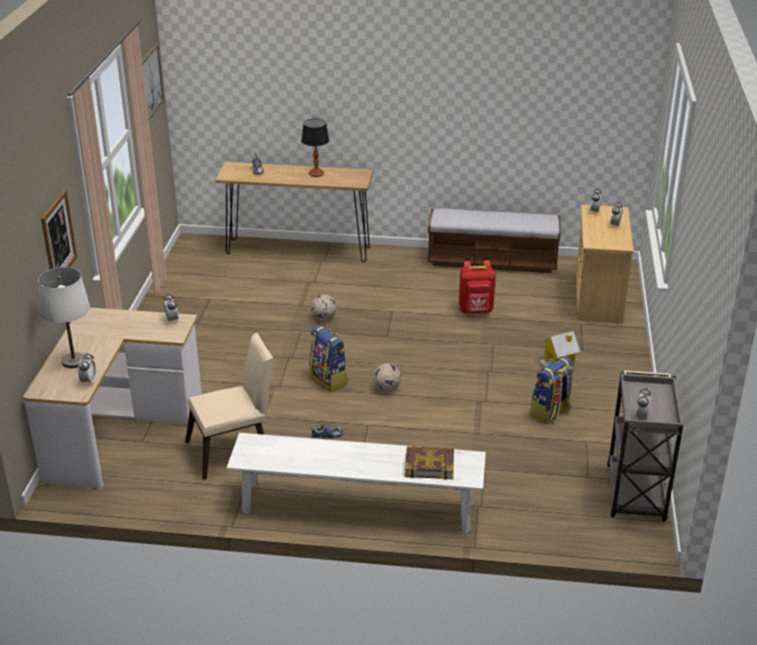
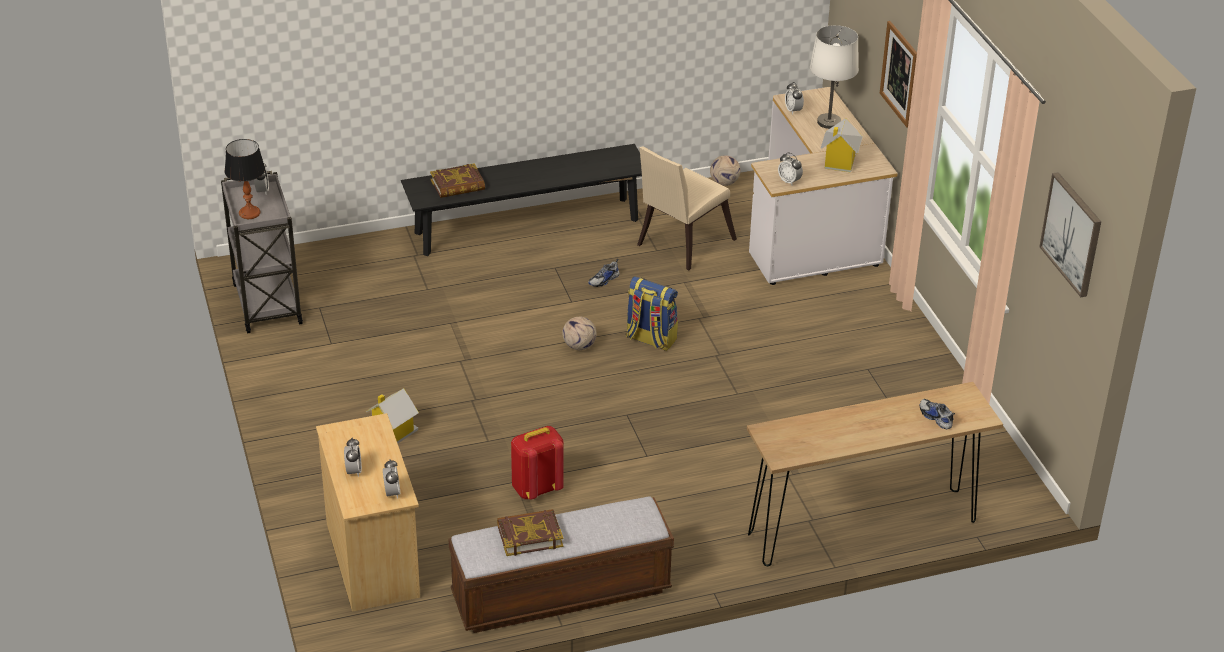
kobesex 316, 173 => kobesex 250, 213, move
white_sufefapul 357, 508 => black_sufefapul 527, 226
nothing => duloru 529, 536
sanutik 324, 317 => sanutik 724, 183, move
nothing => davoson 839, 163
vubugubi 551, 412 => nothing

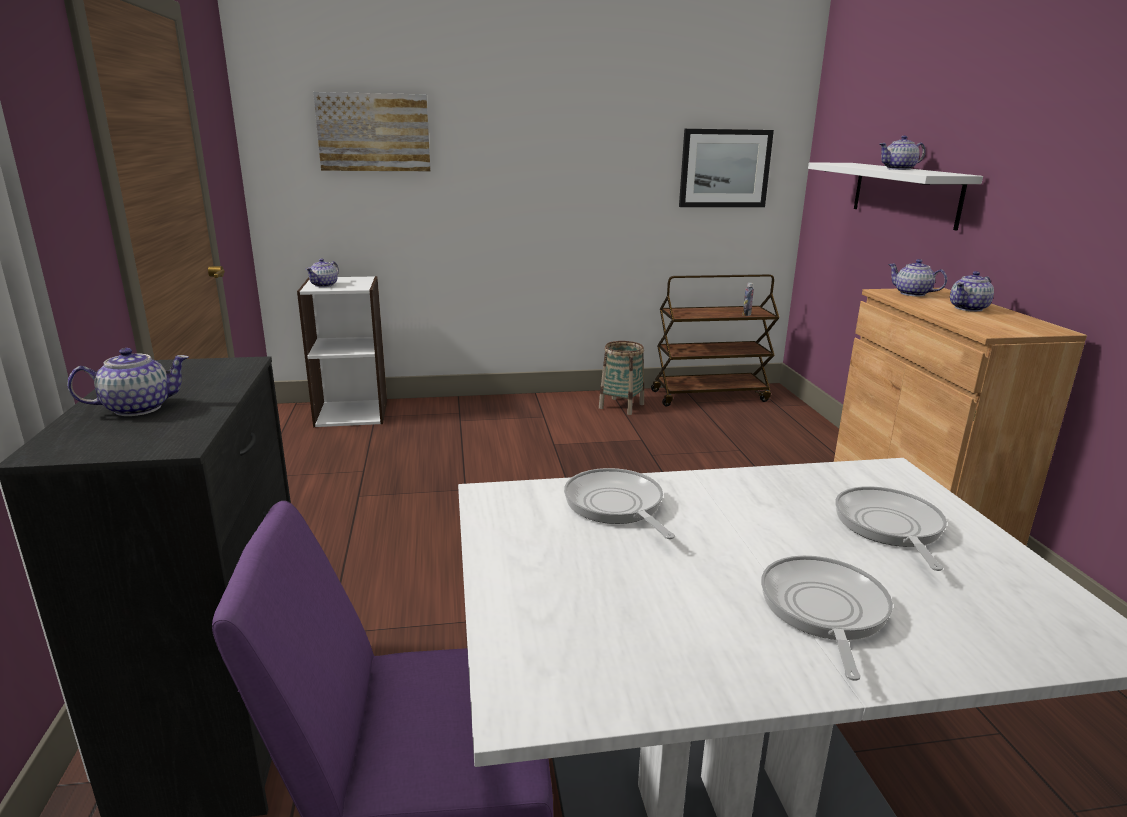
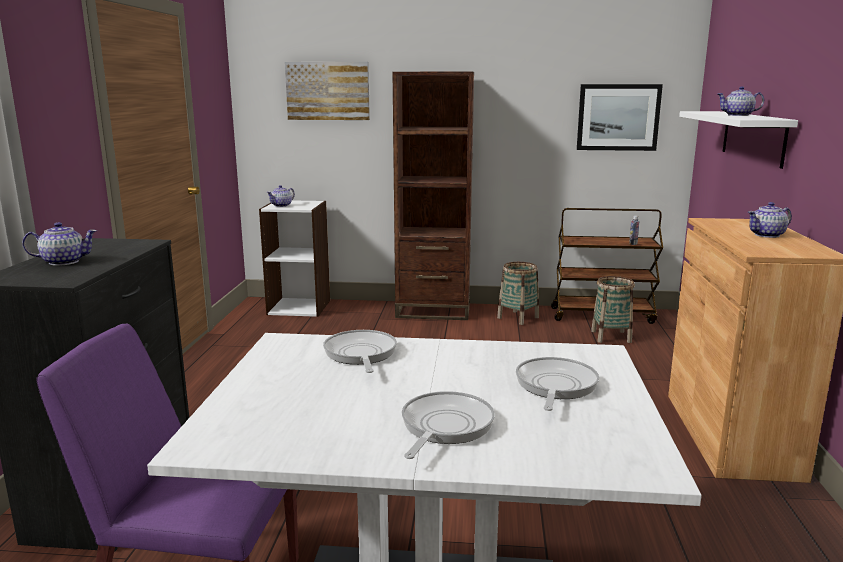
nothing => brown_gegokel 433, 311
nothing => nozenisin 610, 336
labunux 912, 294 => nothing

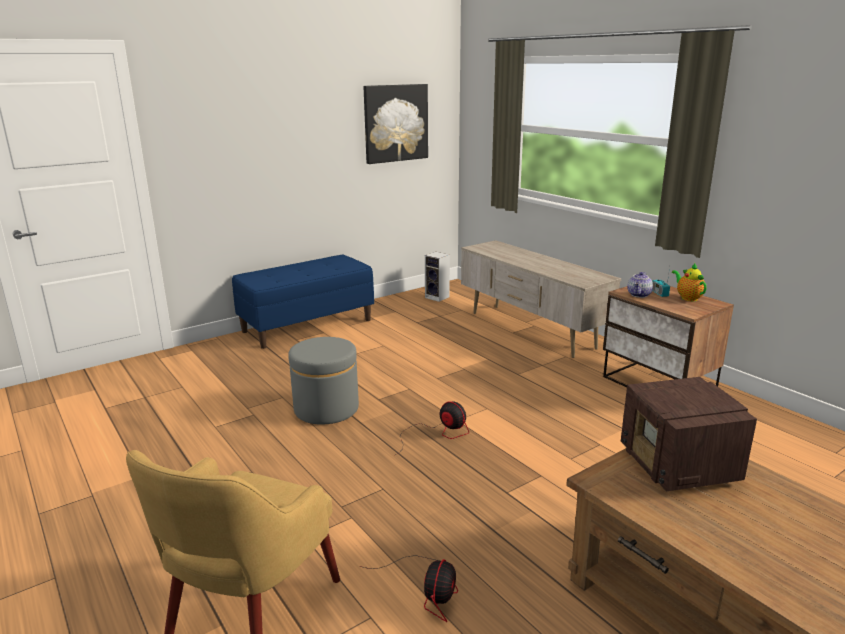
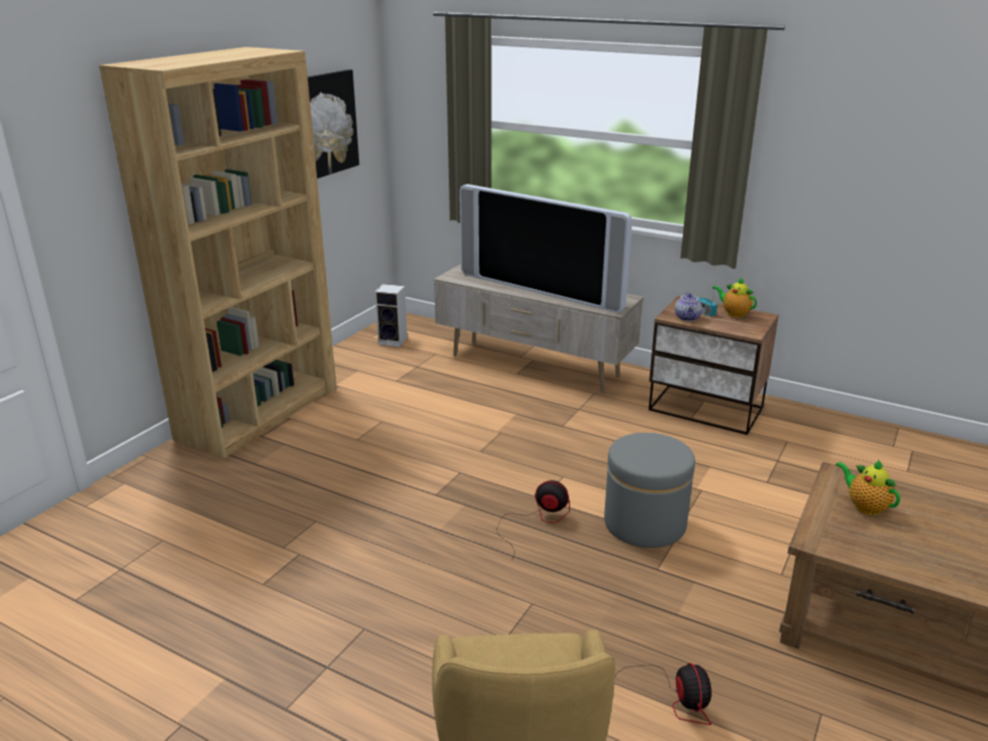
blue_sufefapul 307, 325 => brown_gegokel 259, 412
nothing => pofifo 541, 289
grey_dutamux 326, 409 => grey_dutamux 644, 523, move
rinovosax 678, 466 => labunux 864, 506

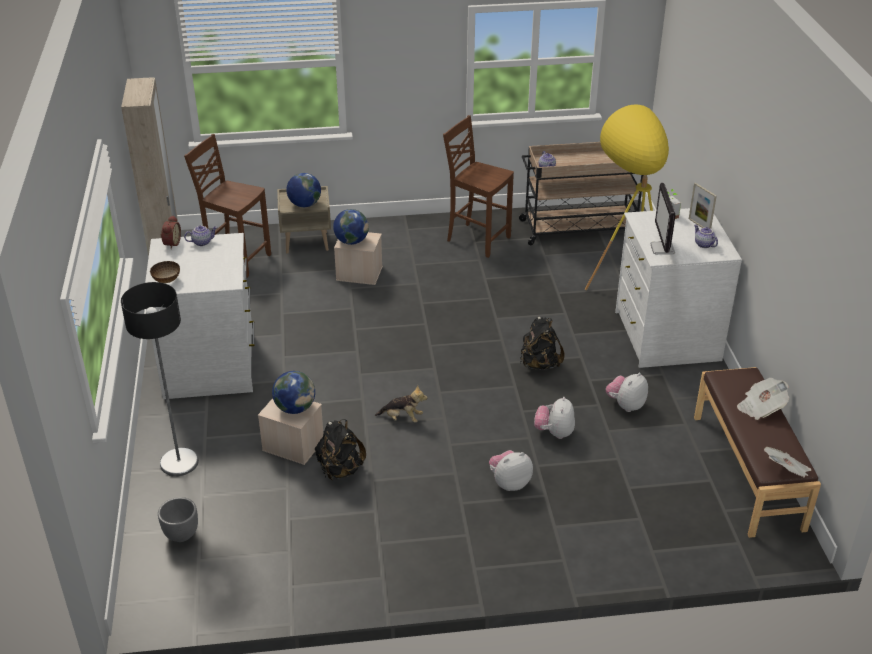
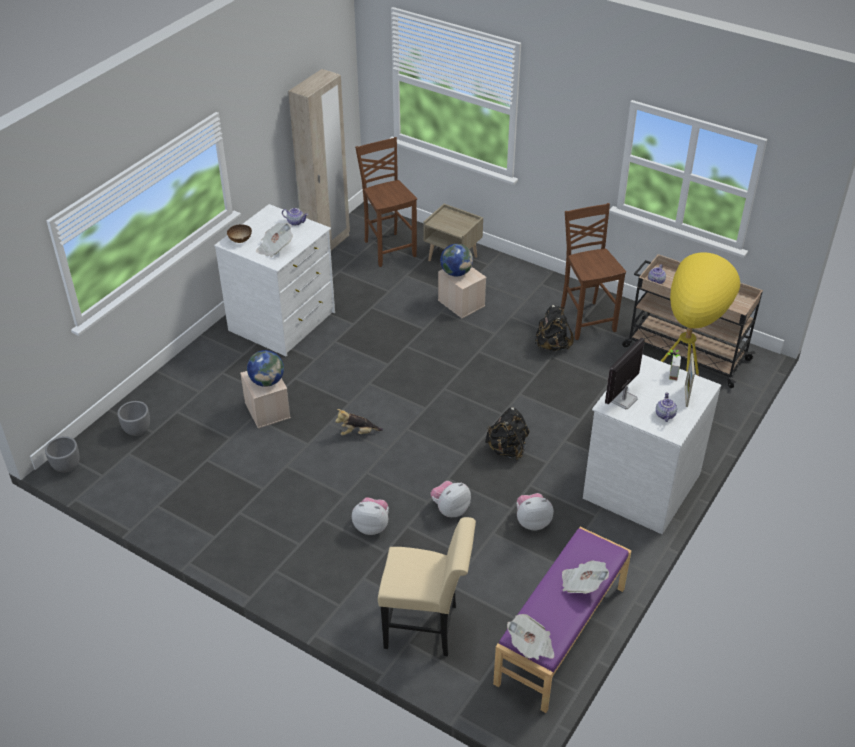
nothing => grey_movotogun 66, 467
nothing => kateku 275, 248
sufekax 402, 418 => sufekax 358, 433, 120 degrees clockwise
nothing => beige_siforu 427, 627
brown_sufefapul 748, 471 => purple_sufefapul 562, 635
black_vubugubi 340, 470 => black_vubugubi 552, 345, move
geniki 179, 462 => nothing
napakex 171, 243 => nothing
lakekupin 304, 204 => nothing

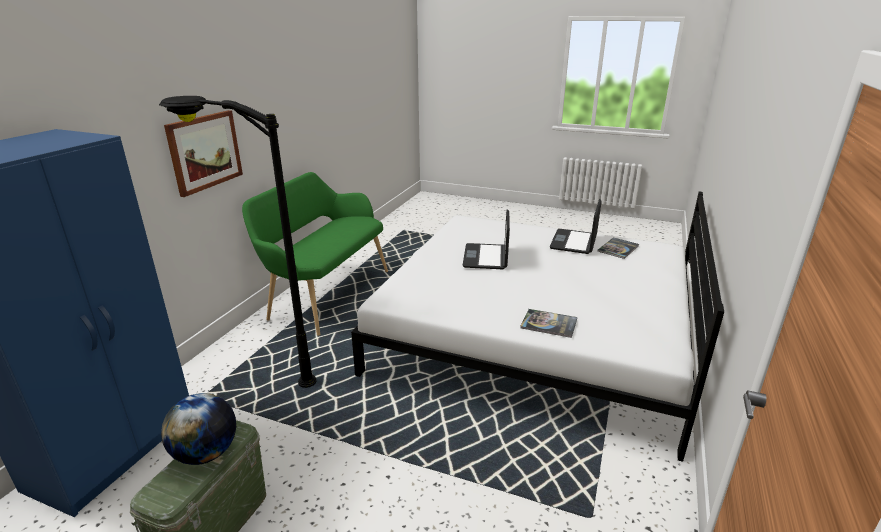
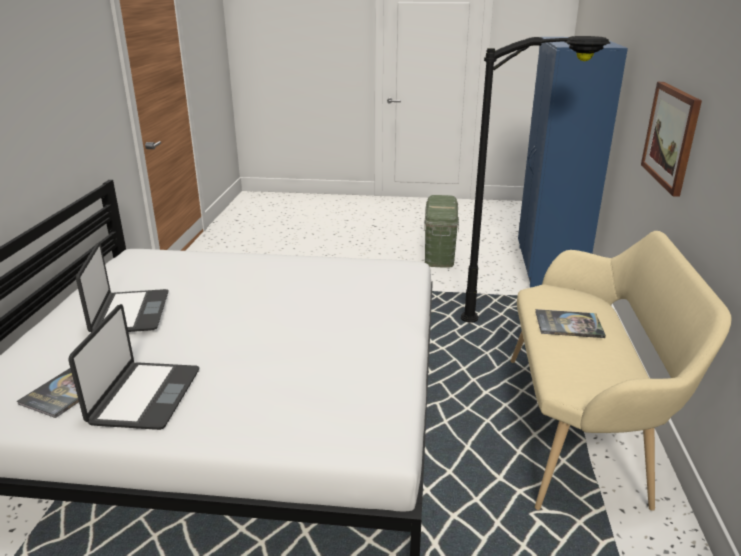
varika 486, 257 => varika 129, 313, move
green_sufefapul 325, 294 => beige_sufefapul 582, 428
duloru 549, 324 => duloru 568, 324, move
lakekupin 206, 453 => nothing

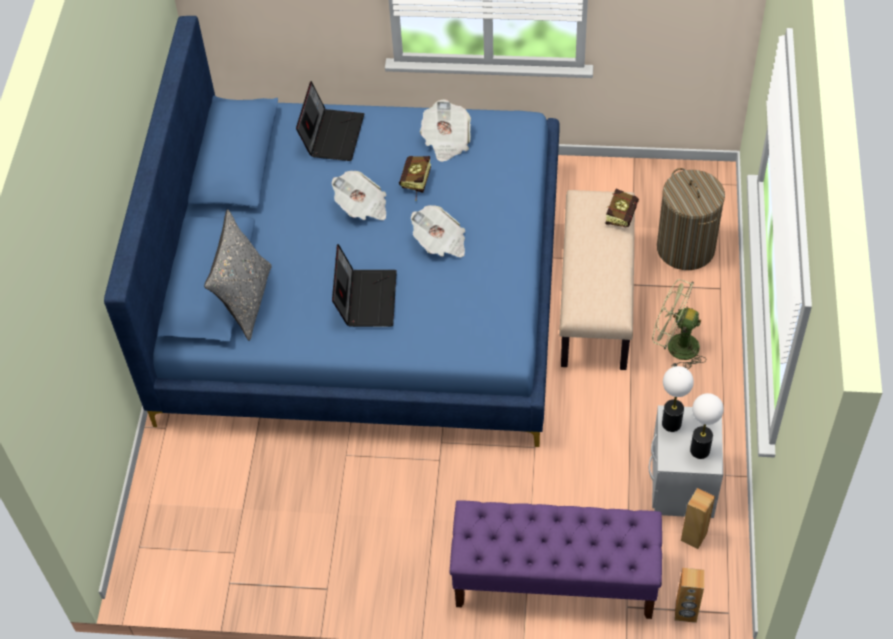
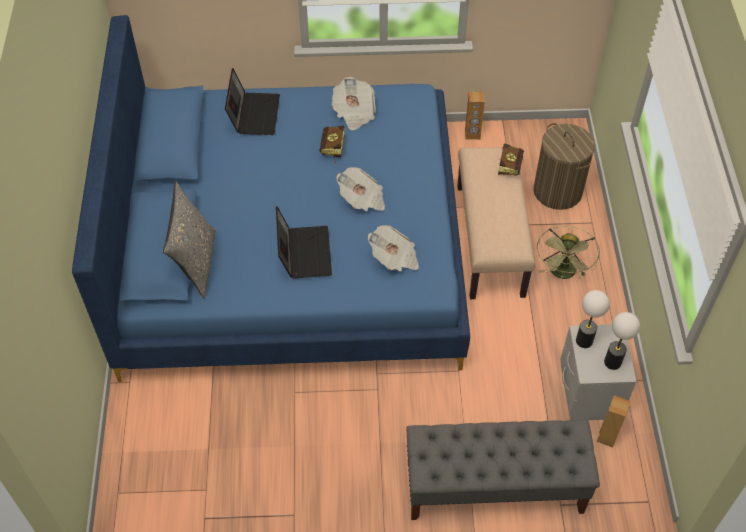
kateku 362, 207 => kateku 394, 258, move
purple_sufefapul 554, 580 => grey_sufefapul 493, 487
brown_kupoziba 685, 612 => brown_kupoziba 472, 134, move
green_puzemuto 675, 346 => green_puzemuto 563, 274, 90 degrees counterclockwise

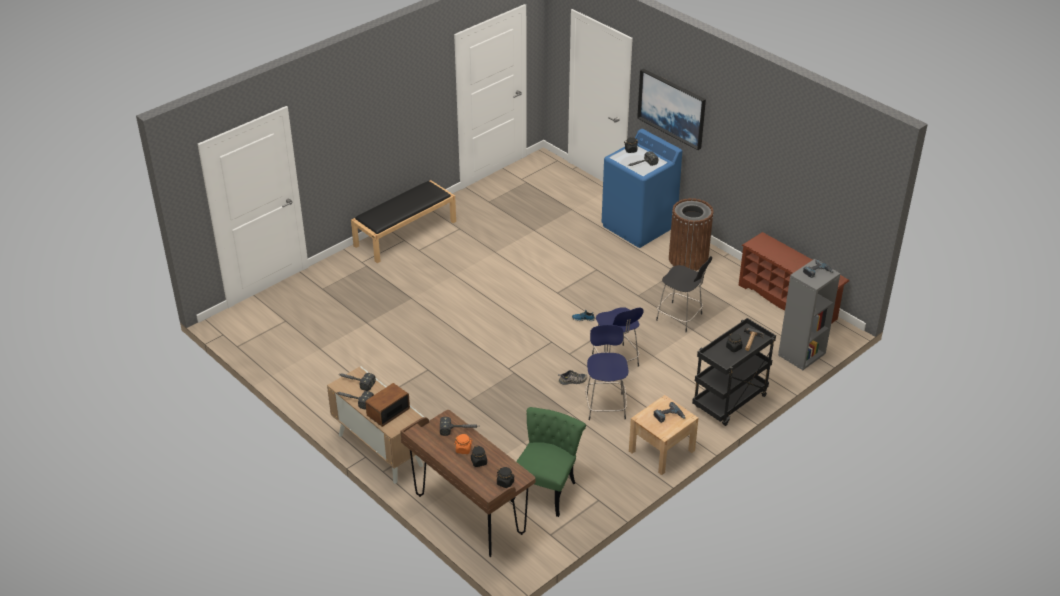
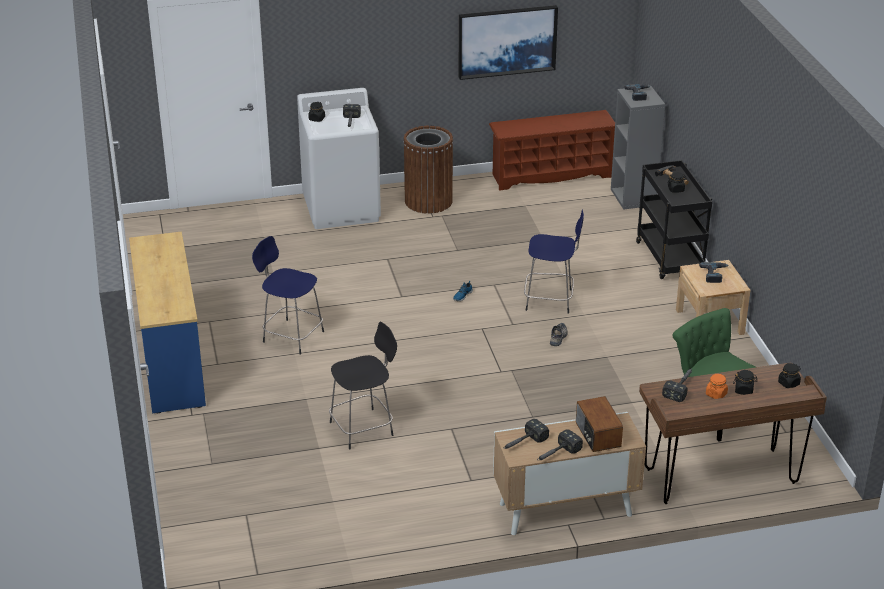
black_sufefapul 405, 233 => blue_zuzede 171, 363
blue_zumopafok 605, 405 => blue_zumopafok 291, 336, move
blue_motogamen 639, 226 => white_motogamen 342, 208
black_zumopafok 680, 318 => black_zumopafok 363, 428, move
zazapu 672, 108 => zazapu 507, 41, move

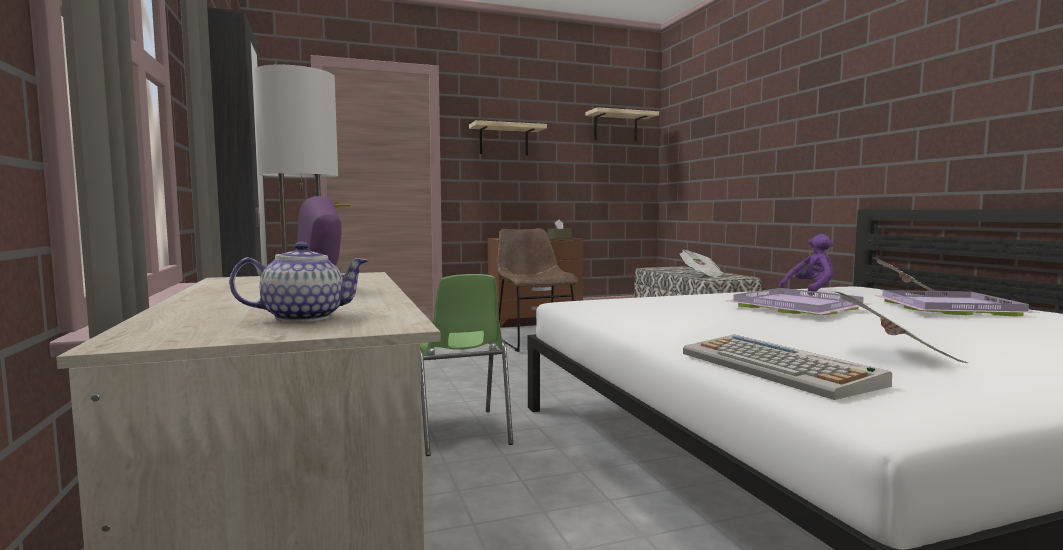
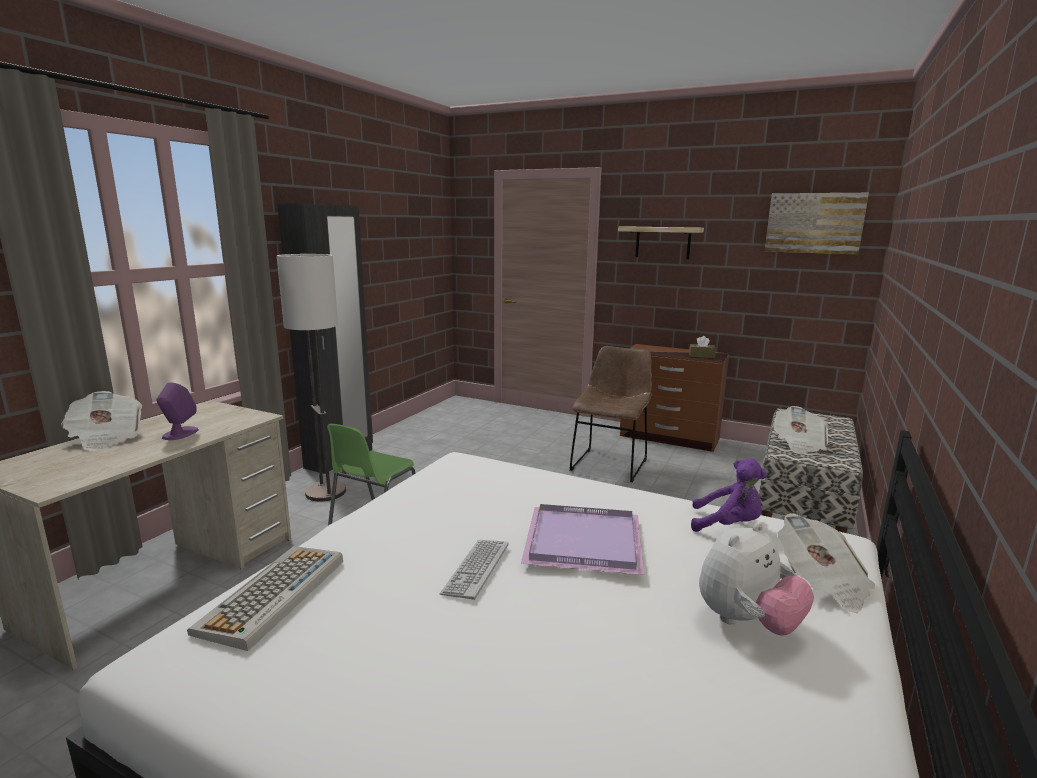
kateku 896, 356 => kateku 106, 438, move
nothing => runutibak 476, 569
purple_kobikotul 945, 307 => sufekax 747, 622
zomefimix 615, 127 => zazapu 814, 223
labunux 304, 317 => nothing

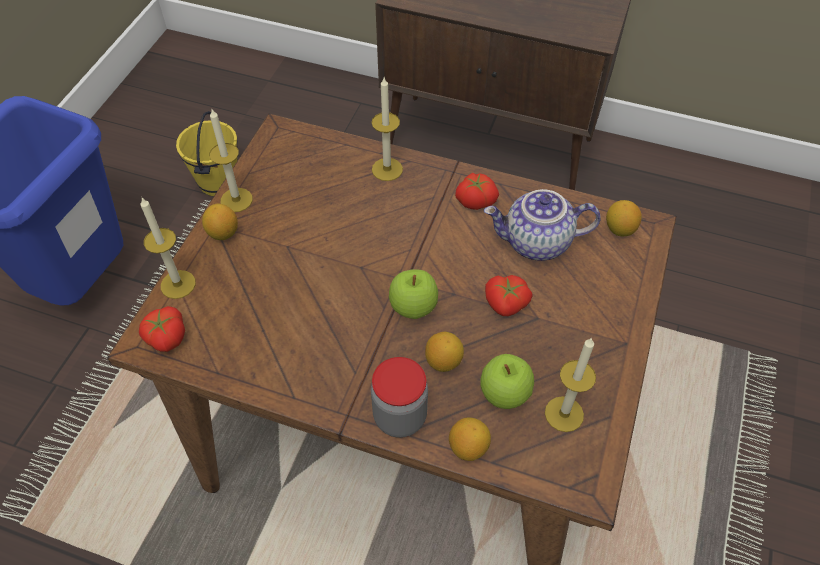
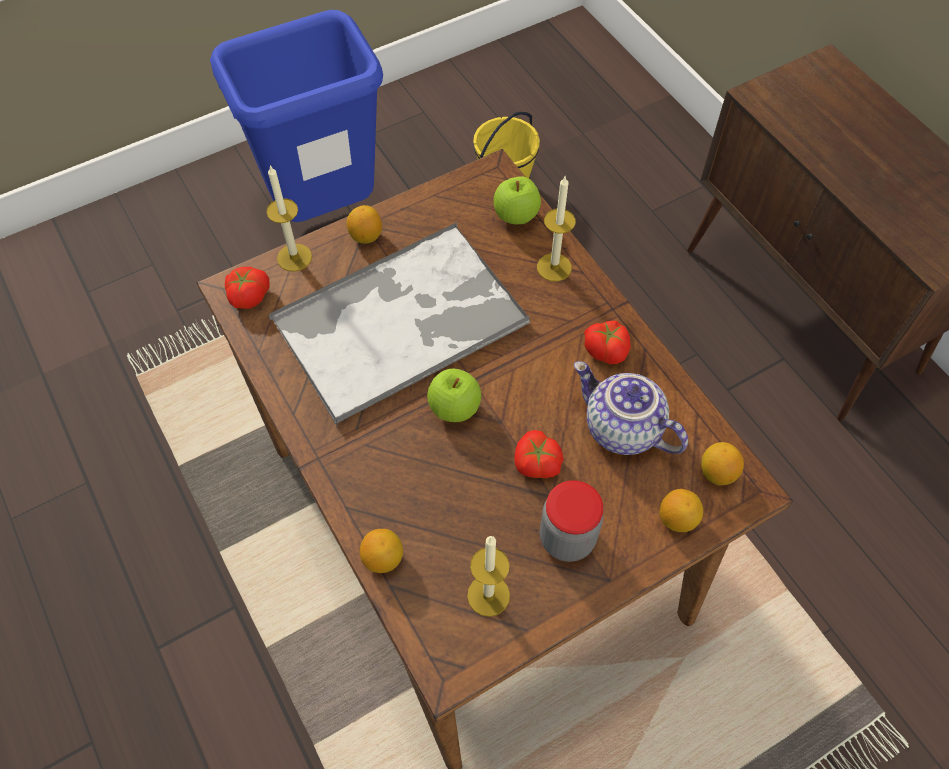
nothing => kobikotul 401, 320
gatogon 504, 394 => gatogon 516, 216, move
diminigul 400, 417 => diminigul 567, 538, move
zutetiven 443, 361 => zutetiven 677, 519, move
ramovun 236, 200 => nothing

